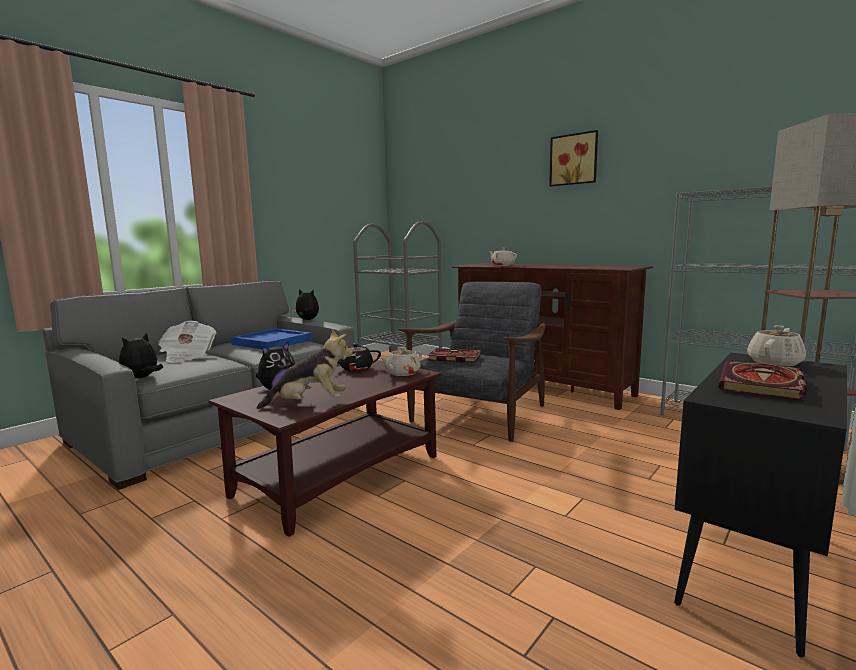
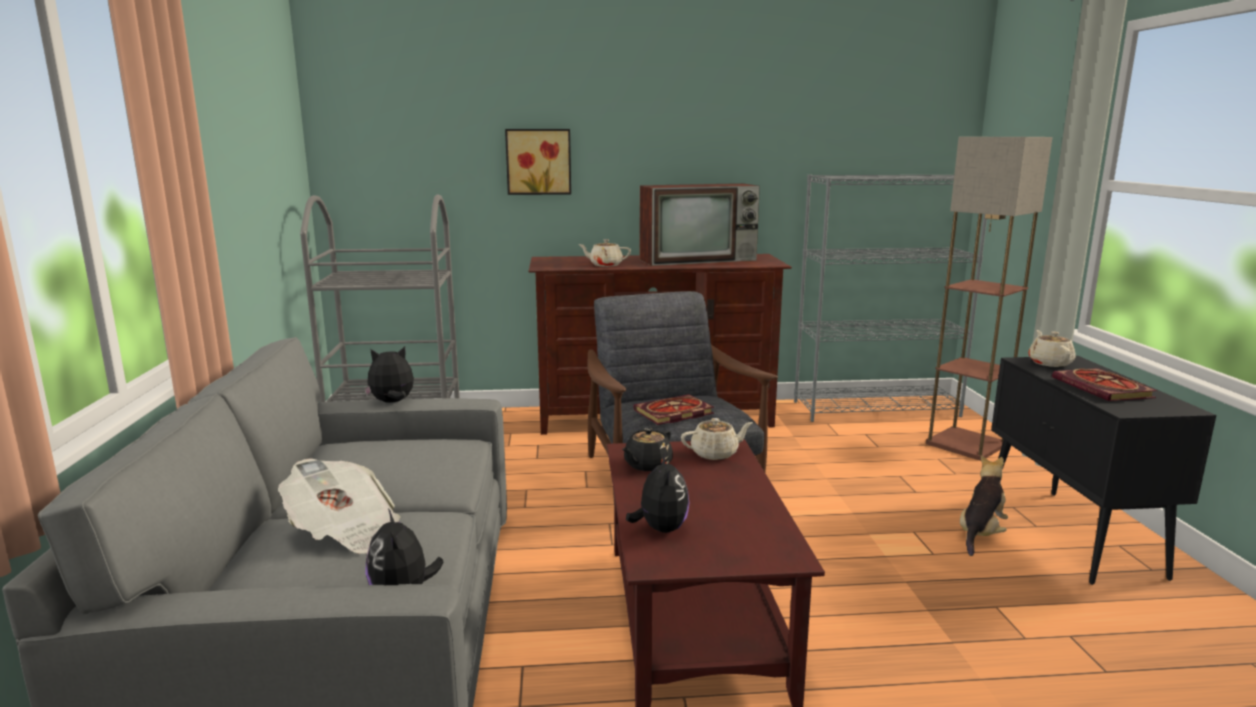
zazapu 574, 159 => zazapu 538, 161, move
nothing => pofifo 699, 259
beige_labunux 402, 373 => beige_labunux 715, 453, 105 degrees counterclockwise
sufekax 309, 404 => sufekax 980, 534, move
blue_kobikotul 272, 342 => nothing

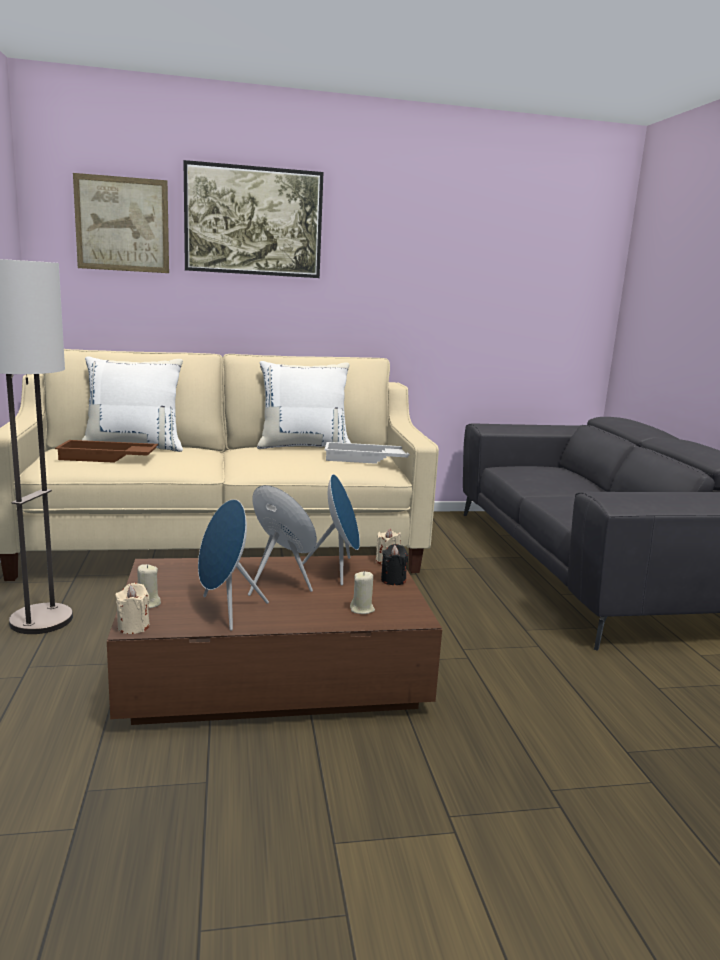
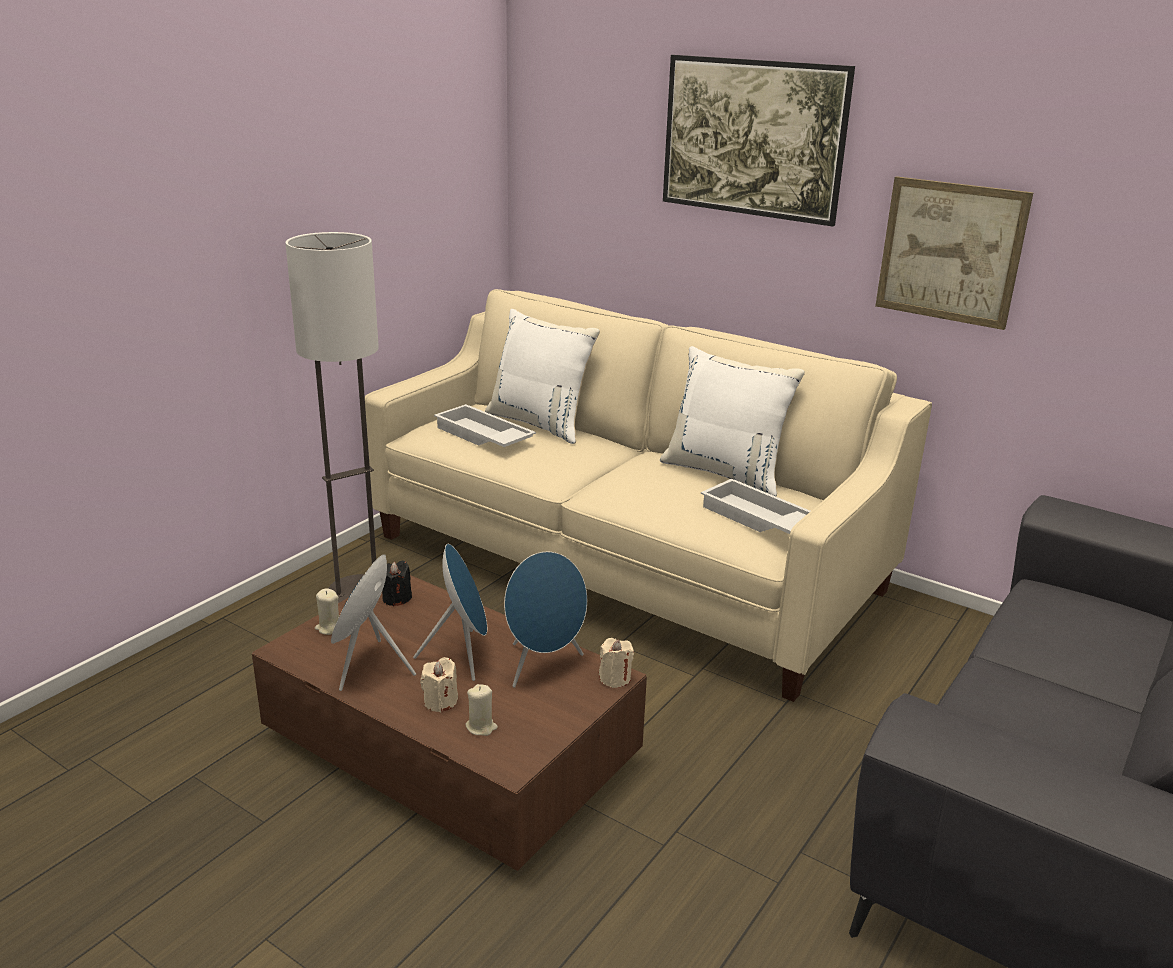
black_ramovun 393, 580 => black_ramovun 396, 598, move
beige_ramovun 133, 627 => beige_ramovun 440, 702, move
brown_kobikotul 107, 458 => white_kobikotul 482, 436
zazapu 122, 224 => zazapu 950, 252, move

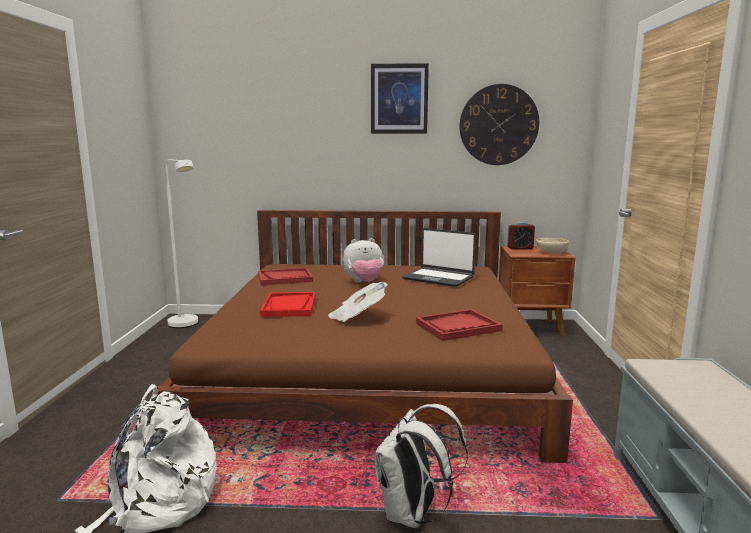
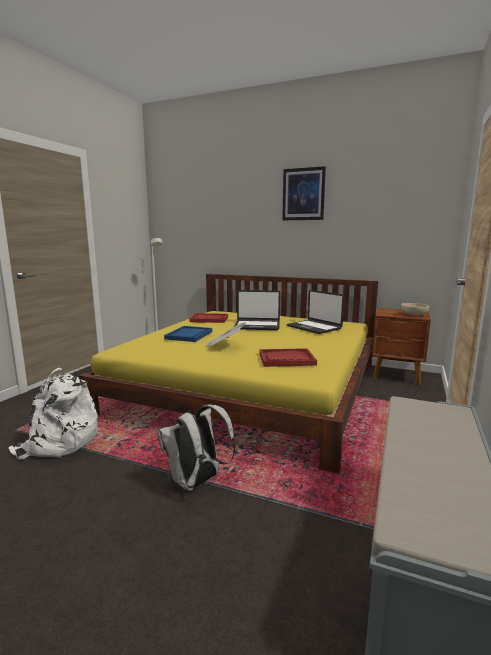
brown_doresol 371, 368 => yellow_doresol 250, 386
red_kobikotul 289, 306 => blue_kobikotul 189, 335
sufekax 364, 282 => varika 257, 326
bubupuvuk 499, 125 => nothing
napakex 520, 248 => nothing

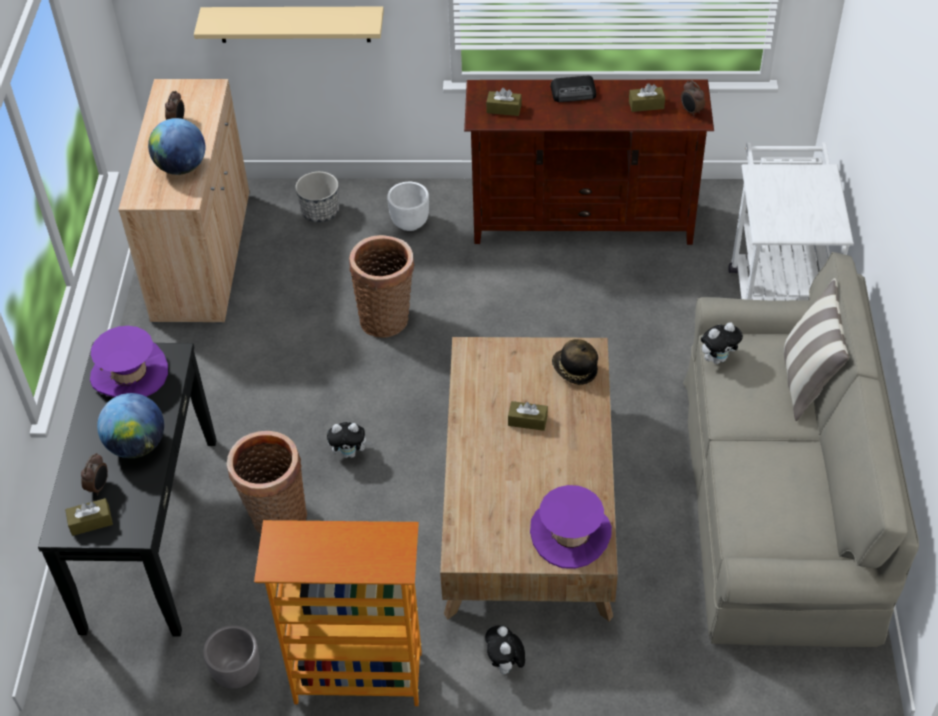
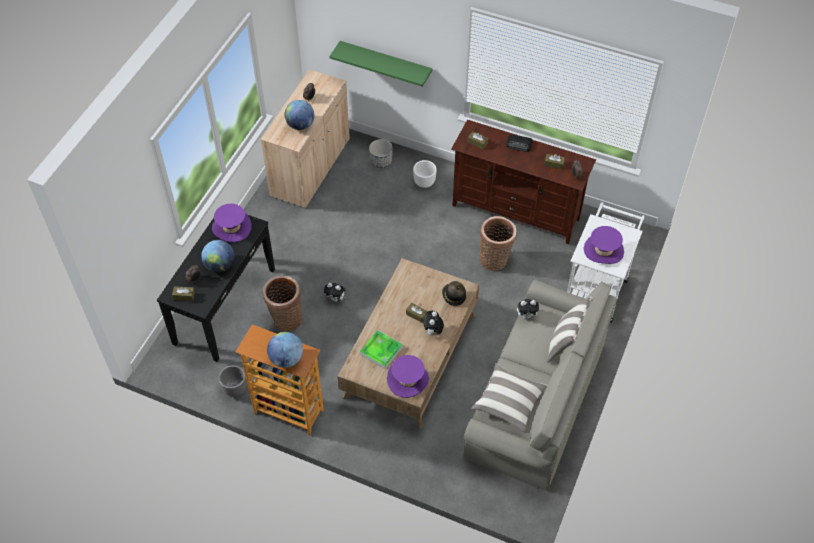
nothing => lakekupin 286, 359
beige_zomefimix 294, 24 => green_zomefimix 385, 63
nothing => kobikotul 381, 351
sufekax 505, 665 => sufekax 433, 331, move
nothing => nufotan 509, 402
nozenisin 387, 318 => nozenisin 495, 259, move
nothing => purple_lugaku 603, 250

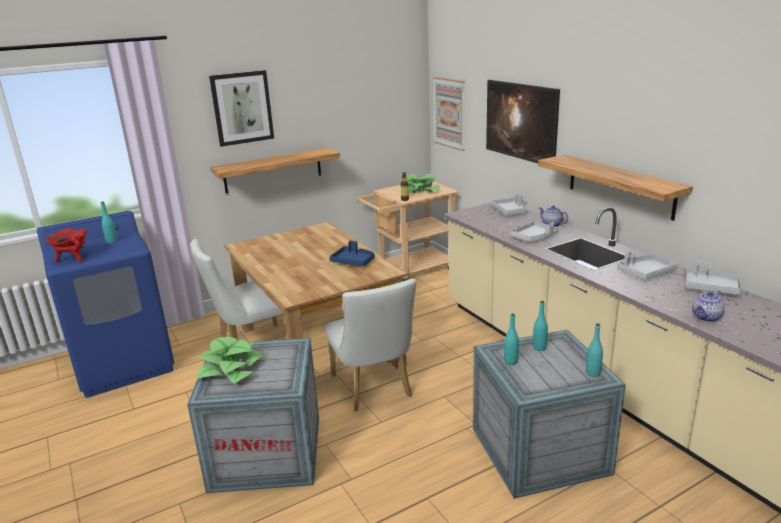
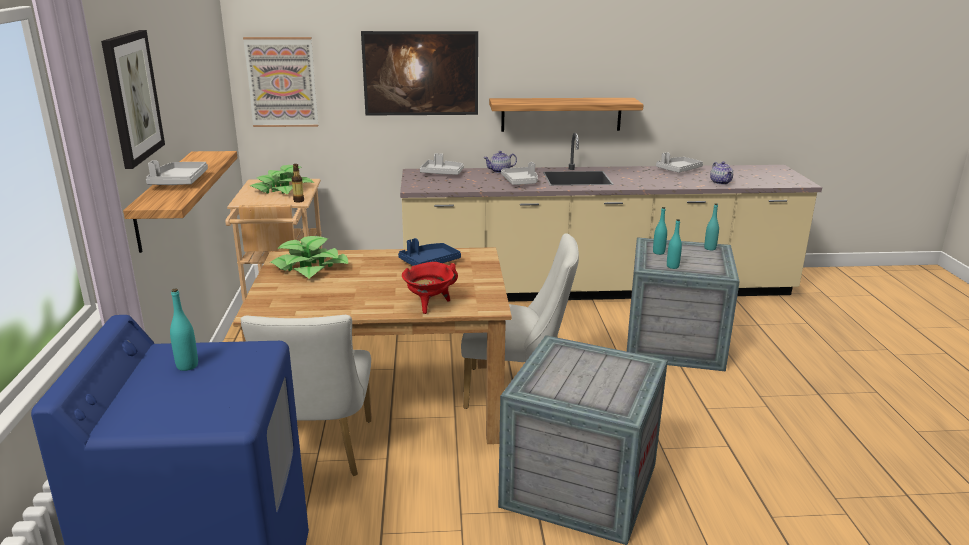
grey_kobikotul 645, 273 => grey_kobikotul 179, 182, move
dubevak 231, 369 => dubevak 310, 268, move
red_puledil 73, 259 => red_puledil 429, 305, move

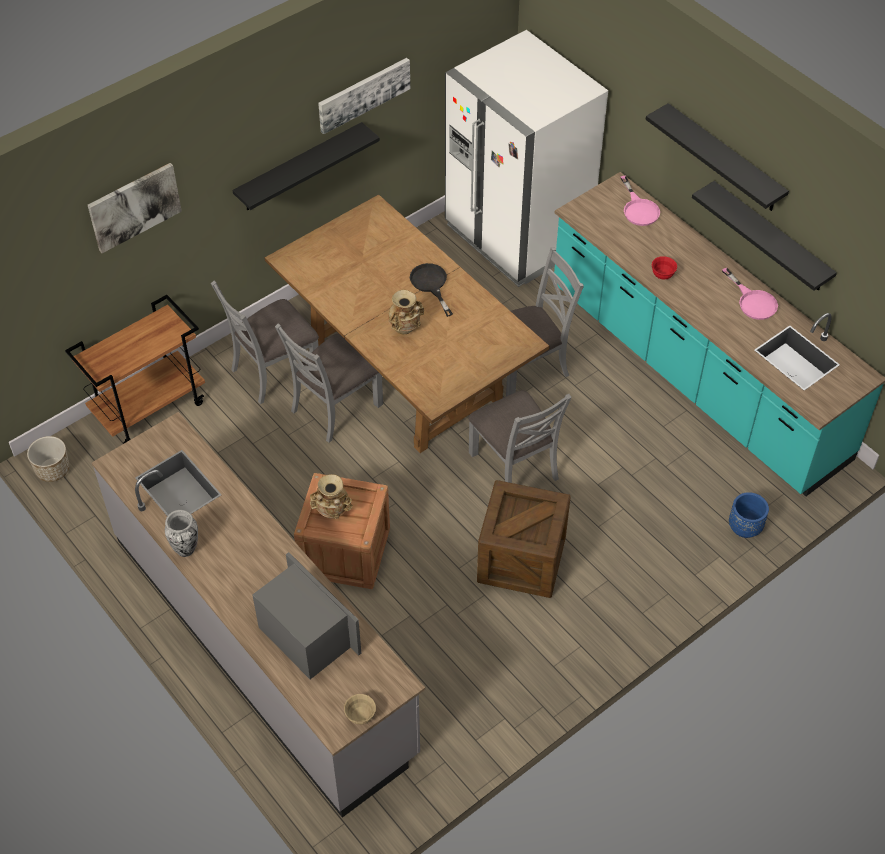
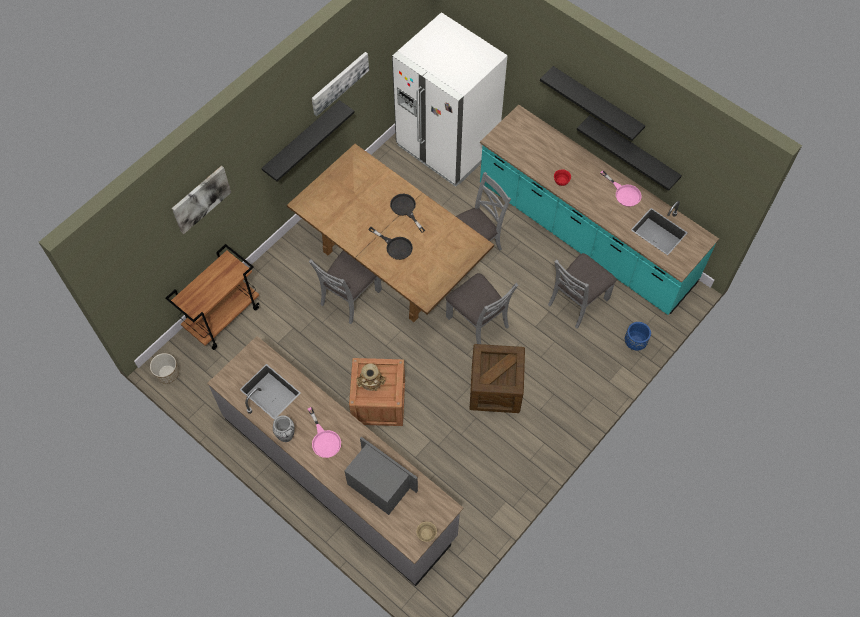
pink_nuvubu 639, 209 => pink_nuvubu 324, 439, move
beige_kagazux 405, 329 => black_nuvubu 395, 246
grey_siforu 274, 371 => grey_siforu 577, 301, move

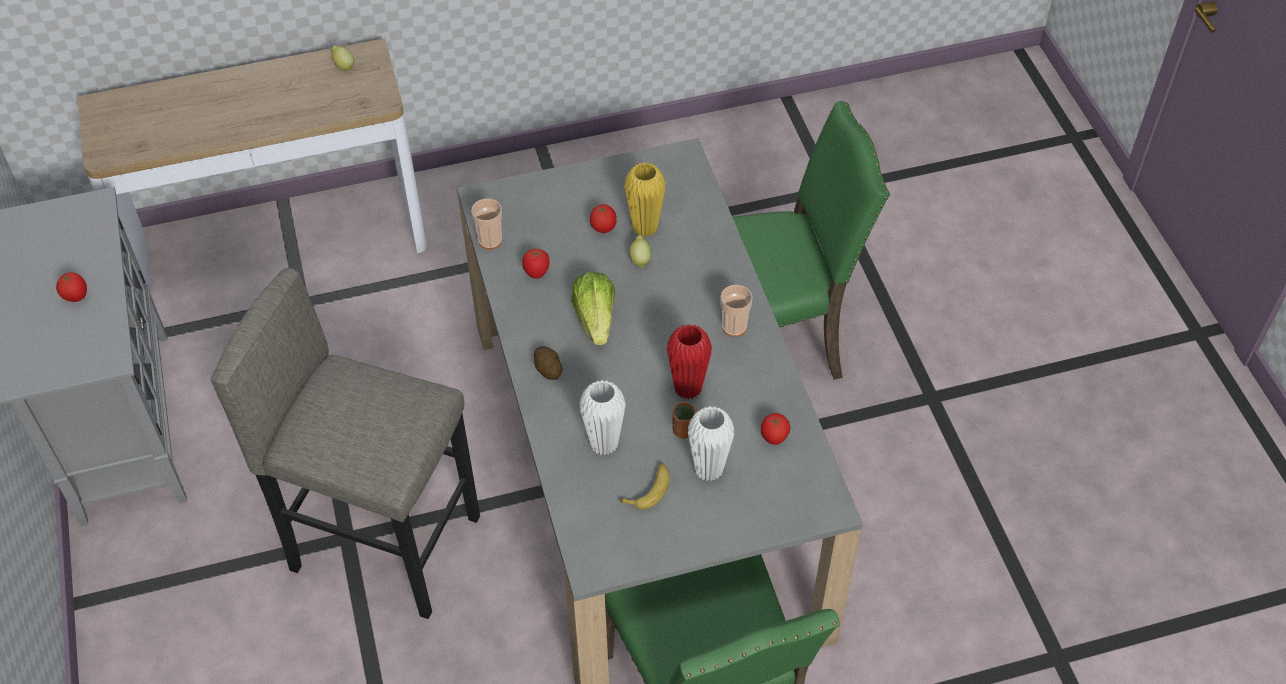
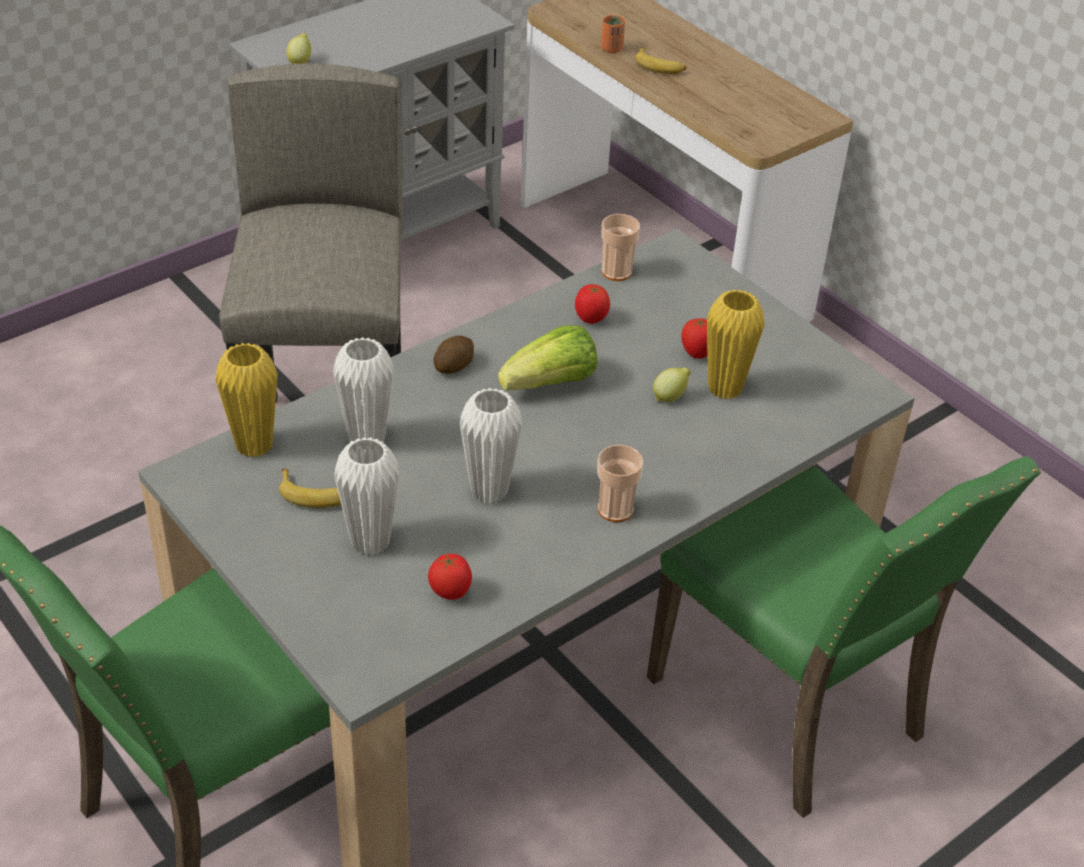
nothing => yellow_kagazux 254, 445
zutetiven 343, 66 => zutetiven 300, 62, move
red_kagazux 688, 388 => white_kagazux 489, 490
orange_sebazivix 683, 430 => orange_sebazivix 611, 49, move
nothing => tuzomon 659, 66
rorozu 76, 297 => nothing

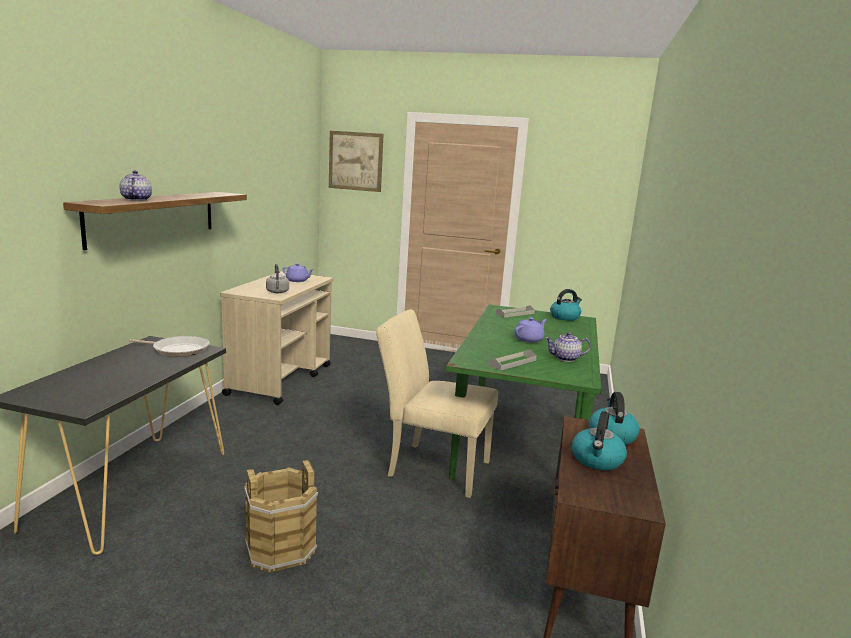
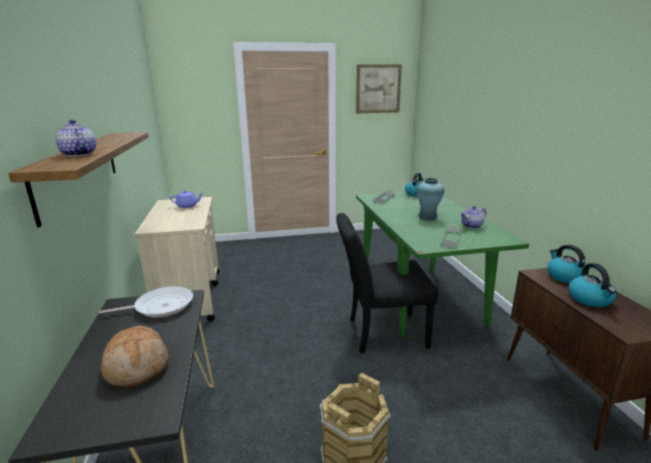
nothing => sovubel 137, 366
beige_siforu 431, 467 => black_siforu 380, 333
zazapu 355, 161 => zazapu 378, 89, move
purple_labunux 529, 339 => turquoise_kagazux 427, 217
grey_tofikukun 277, 292 => nothing

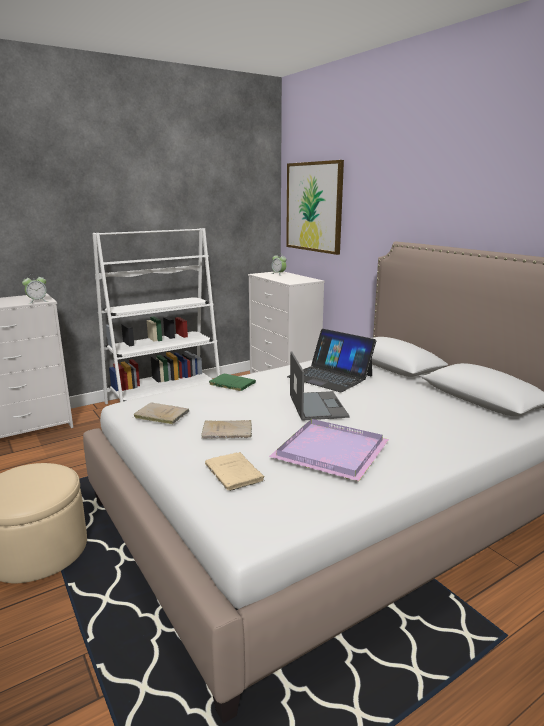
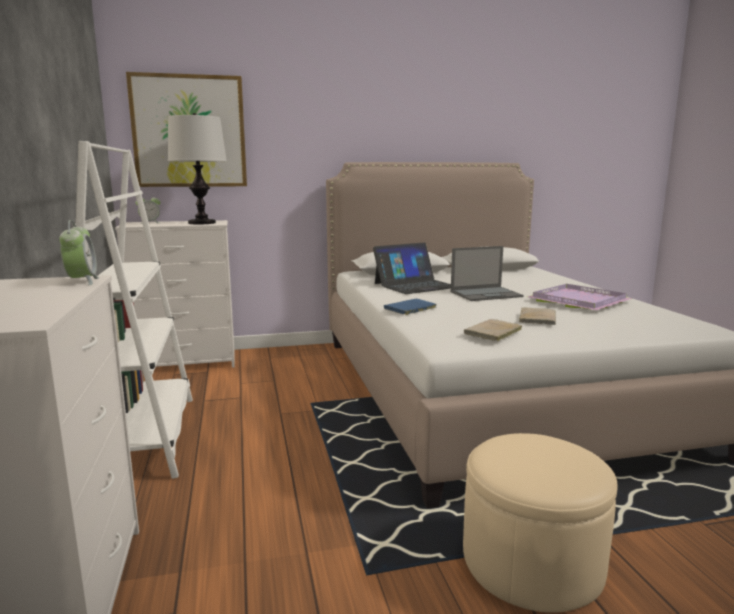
nothing => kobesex 202, 223
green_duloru 231, 383 => blue_duloru 408, 309
varika 317, 405 => varika 486, 294, 150 degrees clockwise
beige_duloru 235, 474 => nothing

